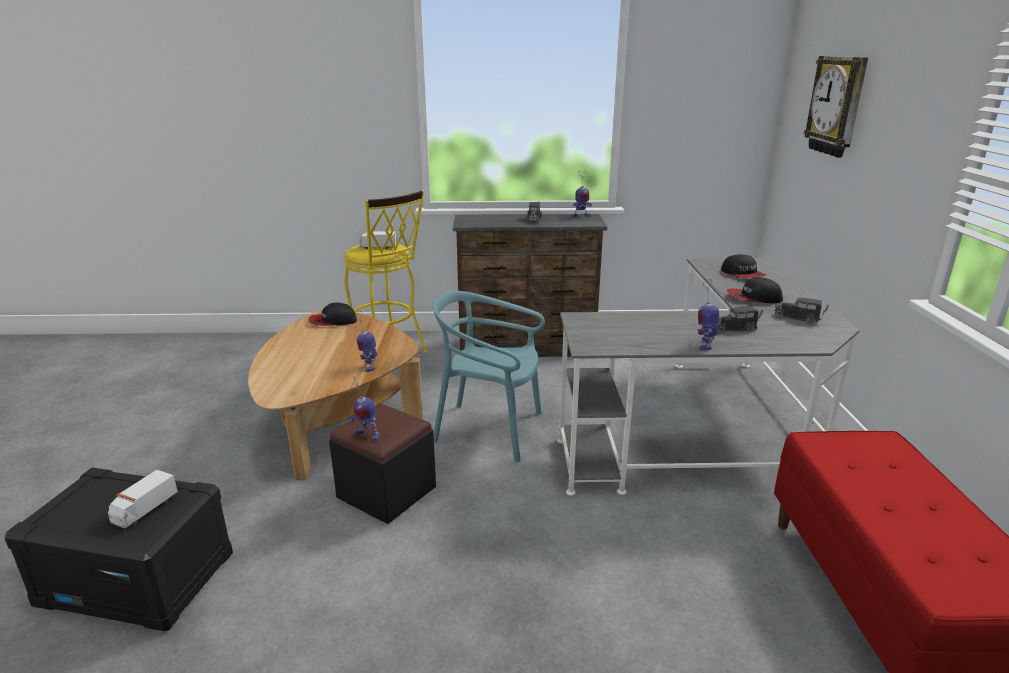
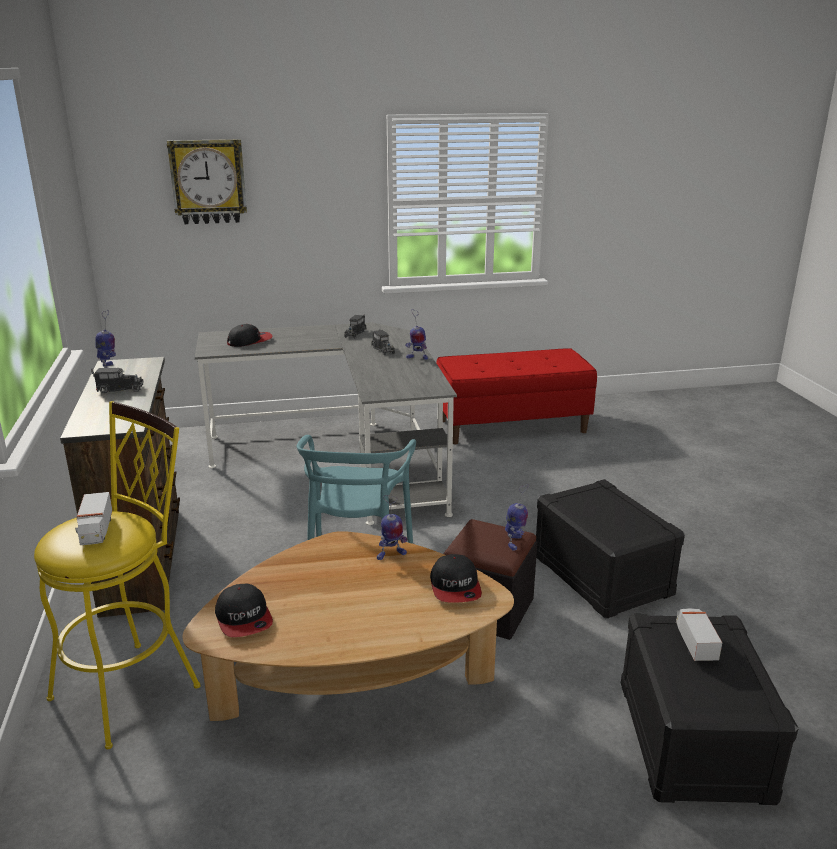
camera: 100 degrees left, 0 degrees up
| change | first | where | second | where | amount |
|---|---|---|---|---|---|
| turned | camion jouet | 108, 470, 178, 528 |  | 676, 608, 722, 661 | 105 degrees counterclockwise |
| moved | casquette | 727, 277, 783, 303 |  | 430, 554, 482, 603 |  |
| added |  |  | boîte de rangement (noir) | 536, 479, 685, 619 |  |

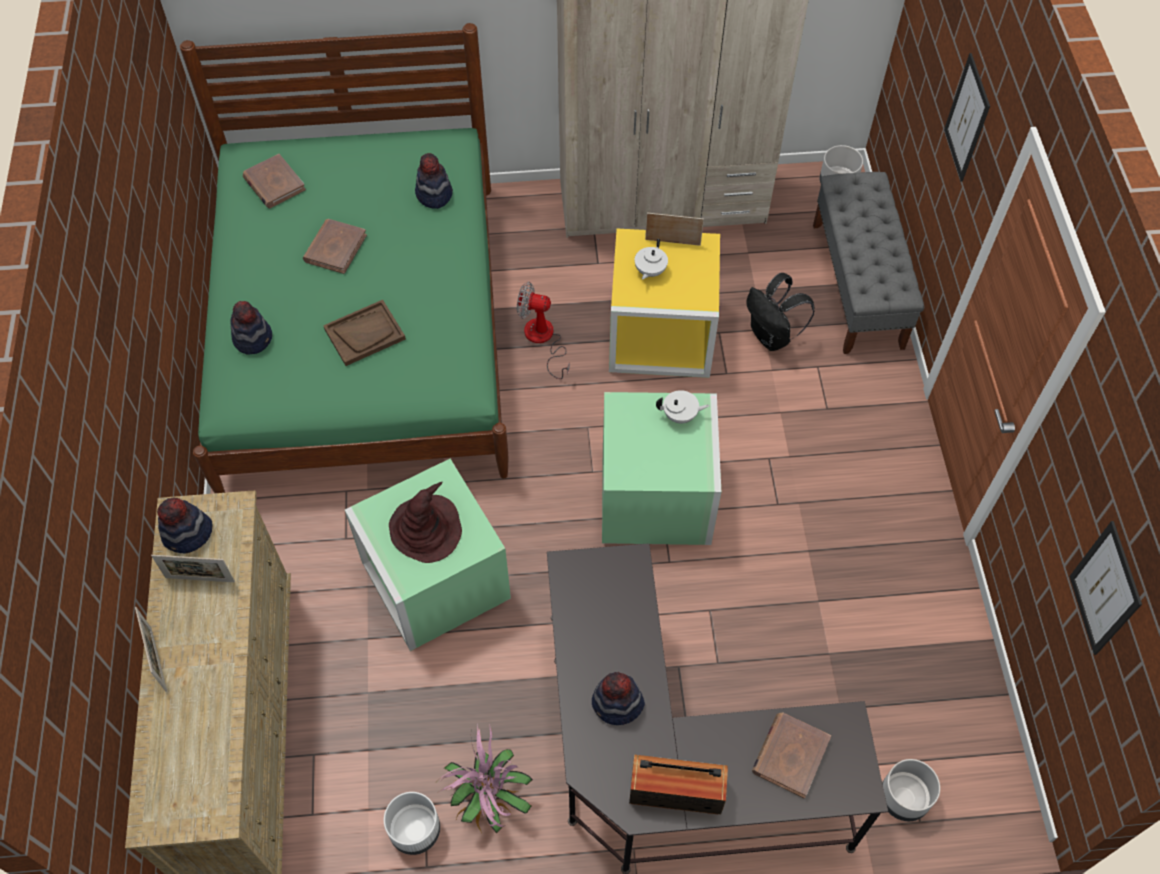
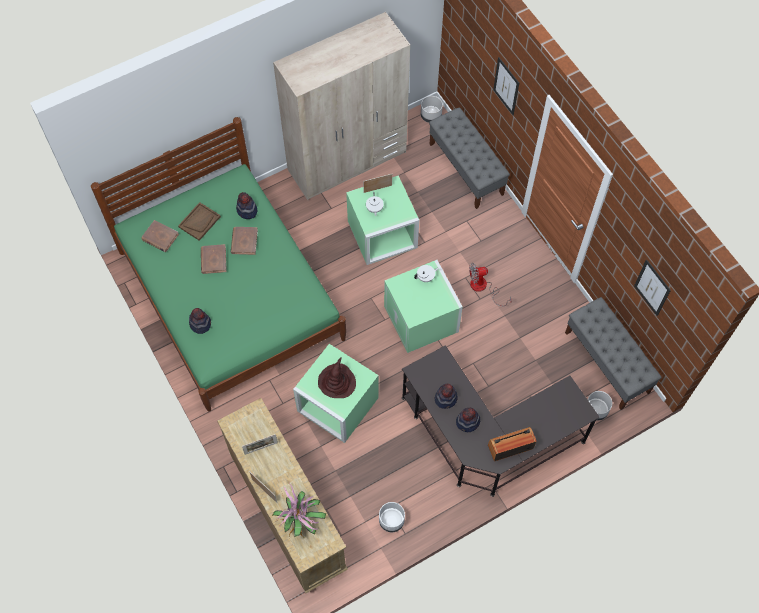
camera: 25 degrees left, 5 degrees up
| change | first | where | second | where | amount |
|---|---|---|---|---|---|
| moved | chapeau | 157, 498, 212, 553 |  | 435, 384, 458, 409 |  |
| moved | plateau (marron) | 323, 300, 406, 366 |  | 178, 202, 221, 241 |  |
| moved | plante en pot | 439, 724, 533, 834 |  | 272, 484, 326, 539 |  |
| moved | ventilateur | 517, 282, 570, 379 |  | 469, 263, 512, 306 |  |
| recoloured | boîte de rangement (jaune) | 609, 229, 720, 378 | boîte de rangement (vert) | 346, 175, 419, 265 |  |
| removed | sac à dos (noir) | 747, 273, 815, 351 |  |  |  |
| moved | livre (marron) | 752, 713, 831, 798 |  | 231, 227, 258, 255 |  |
| added |  |  | banc (gris) | 565, 297, 662, 410 |  |

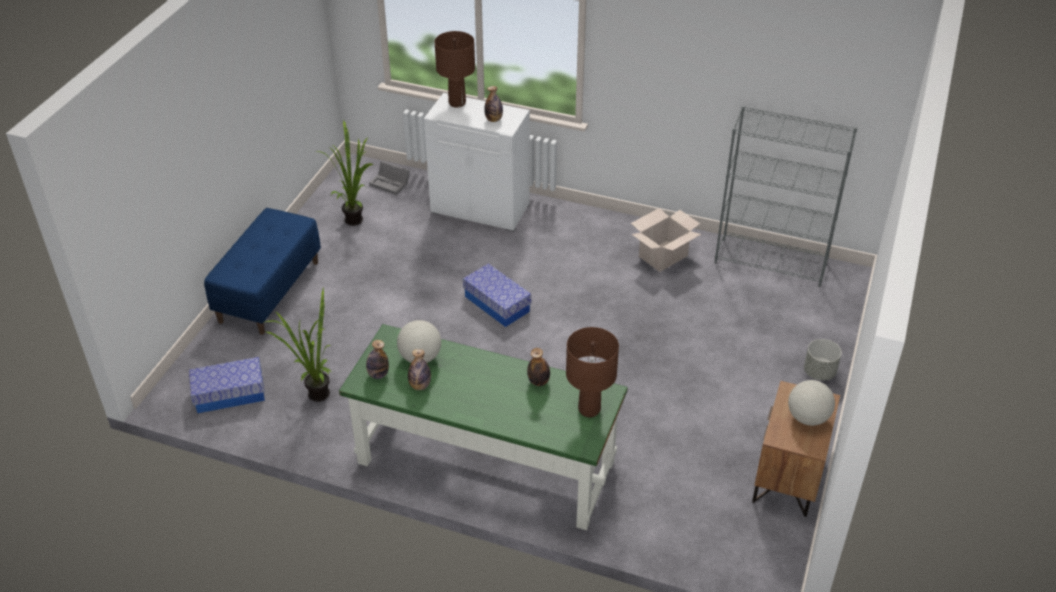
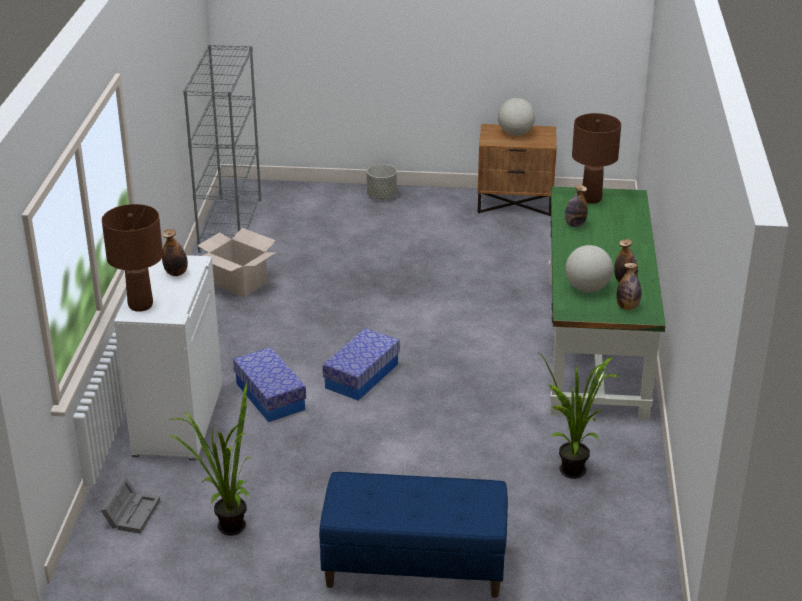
camera: 105 degrees left, 10 degrees down
| change | first | where | second | where | amount |
|---|---|---|---|---|---|
| moved | boîte de rangement | 189, 357, 265, 413 |  | 233, 347, 306, 422 |  |

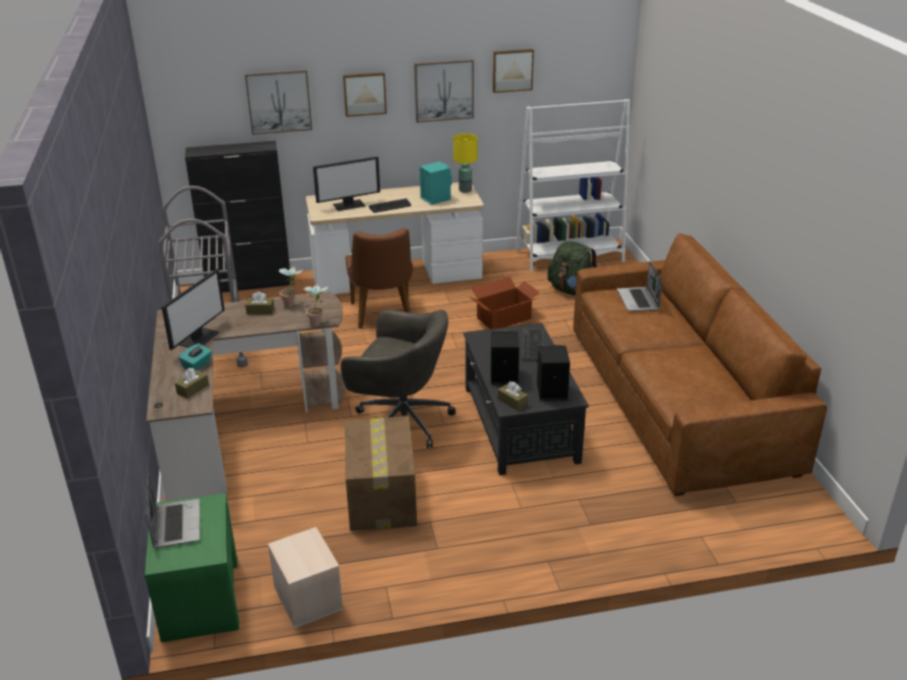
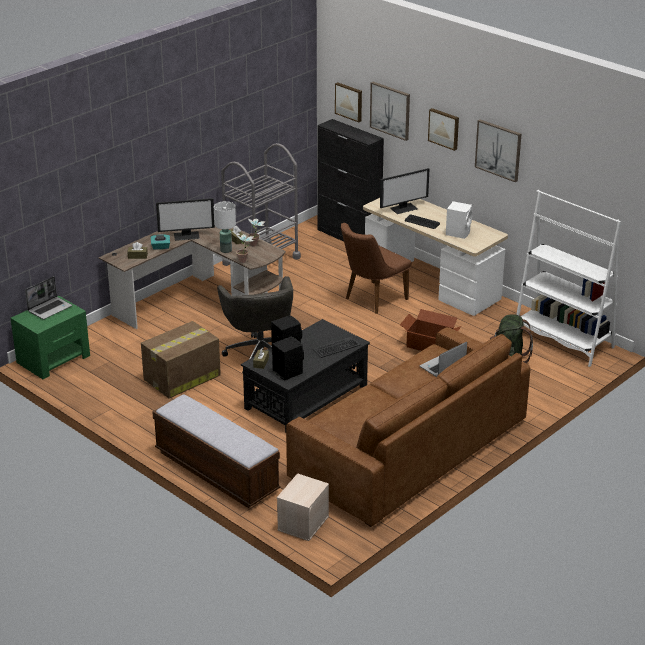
camera: 55 degrees right, 0 degrees up
| change | first | where | second | where | amount |
|---|---|---|---|---|---|
| moved | boîte de rangement (beige) | 268, 527, 343, 629 |  | 277, 473, 329, 541 |  |
| turned | écran d'ordinateur | 313, 156, 380, 211 |  | 380, 168, 429, 214 | 60 degrees counterclockwise |
| recoloured | enceinte (turquoise) | 420, 161, 452, 205 | enceinte (blanc) | 446, 201, 473, 239 |  |
| removed | lampe de table (jaune) | 453, 133, 478, 193 |  |  |  |
| moved | tableau | 493, 49, 534, 93 |  | 335, 82, 362, 122 |  |
| added |  |  | banc | 152, 395, 280, 508 |  |
| added |  |  | lampe de table (blanc) | 214, 201, 236, 253 |  |

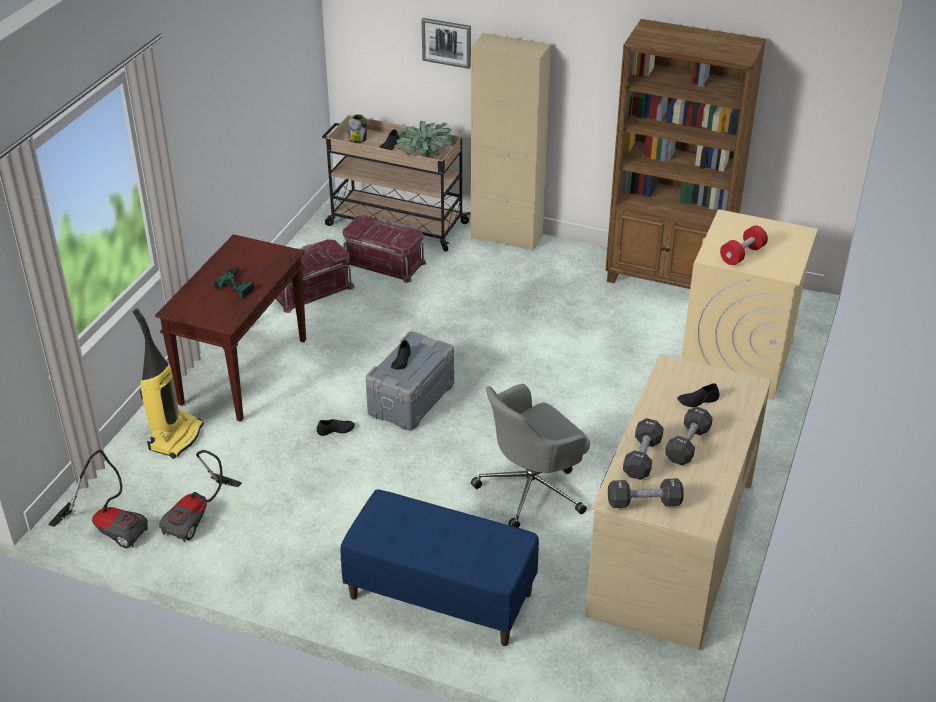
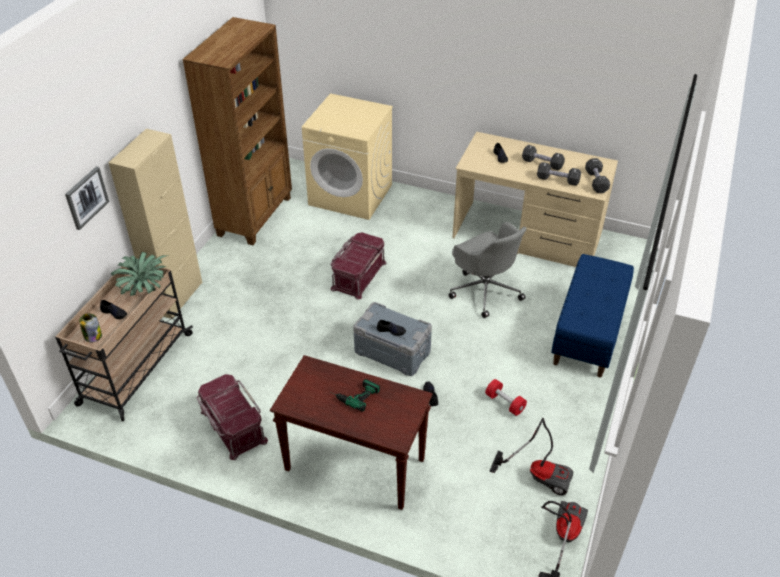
camera: 90 degrees left, 5 degrees up
| change | first | where | second | where | amount |
|---|---|---|---|---|---|
| removed | aspirateur | 133, 308, 204, 459 |  |  |  |
| moved | boîte de rangement (rouge) | 343, 215, 427, 283 |  | 330, 232, 387, 300 |  |
| moved | haltère (rouge) | 720, 225, 768, 265 |  | 485, 379, 527, 416 |  |

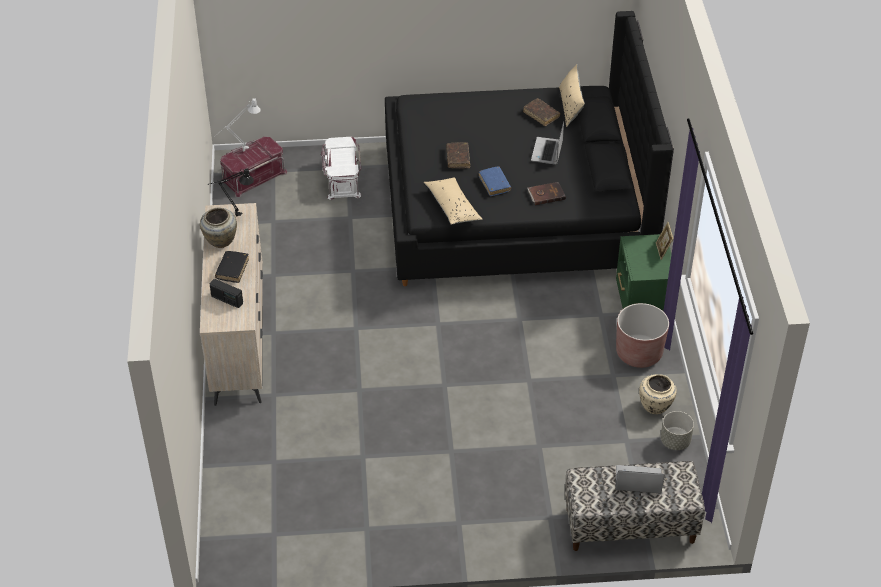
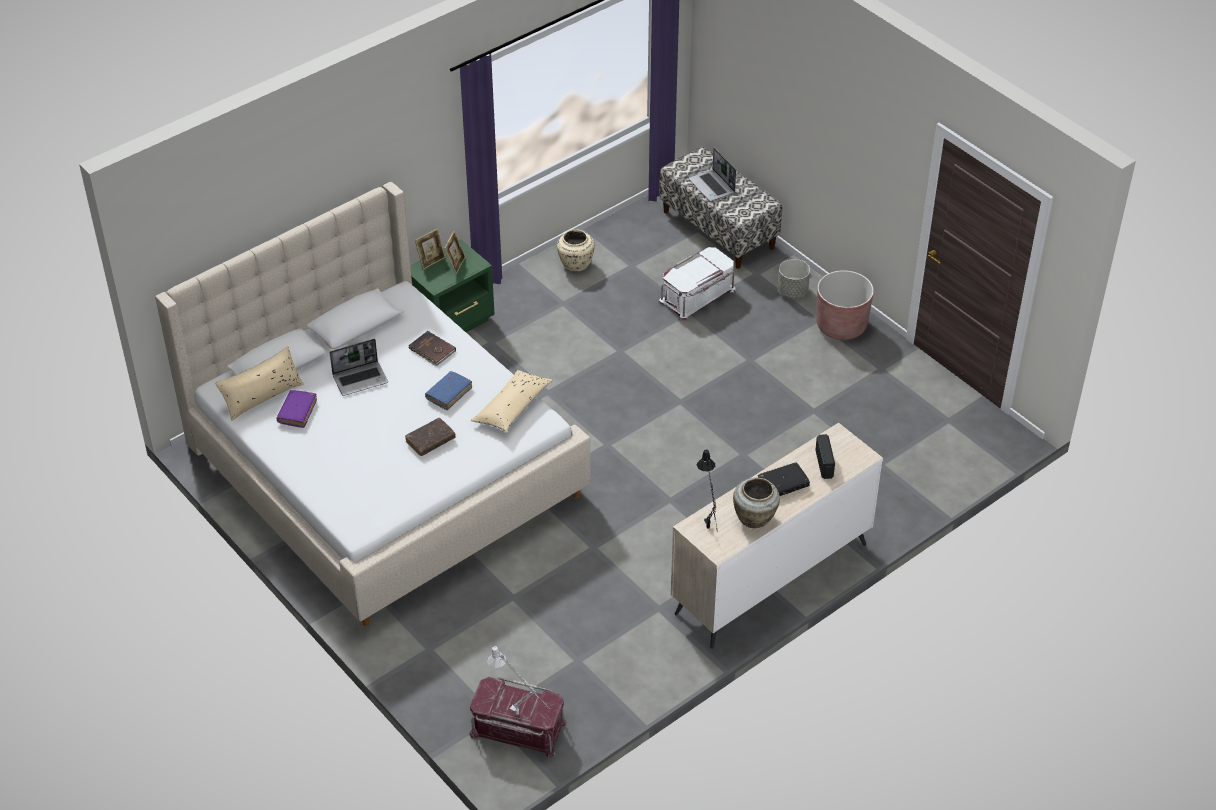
camera: 125 degrees left, 0 degrees up
| change | first | where | second | where | amount |
|---|---|---|---|---|---|
| moved | boîte de rangement (blanc) | 321, 137, 361, 200 |  | 659, 247, 736, 321 |  |
| recoloured | lit (noir) | 385, 11, 674, 286 | lit (beige) | 155, 182, 591, 626 |  |
| recoloured | livre (marron) | 523, 98, 560, 126 | livre (violet) | 276, 390, 317, 428 |  |
| moved | cache-pot (marron) | 616, 303, 669, 368 |  | 816, 270, 874, 340 |  |
| moved | cache-pot (gris) | 661, 411, 694, 450 |  | 778, 259, 810, 298 |  |
| added |  |  | cadre photo | 444, 231, 466, 274 |  |

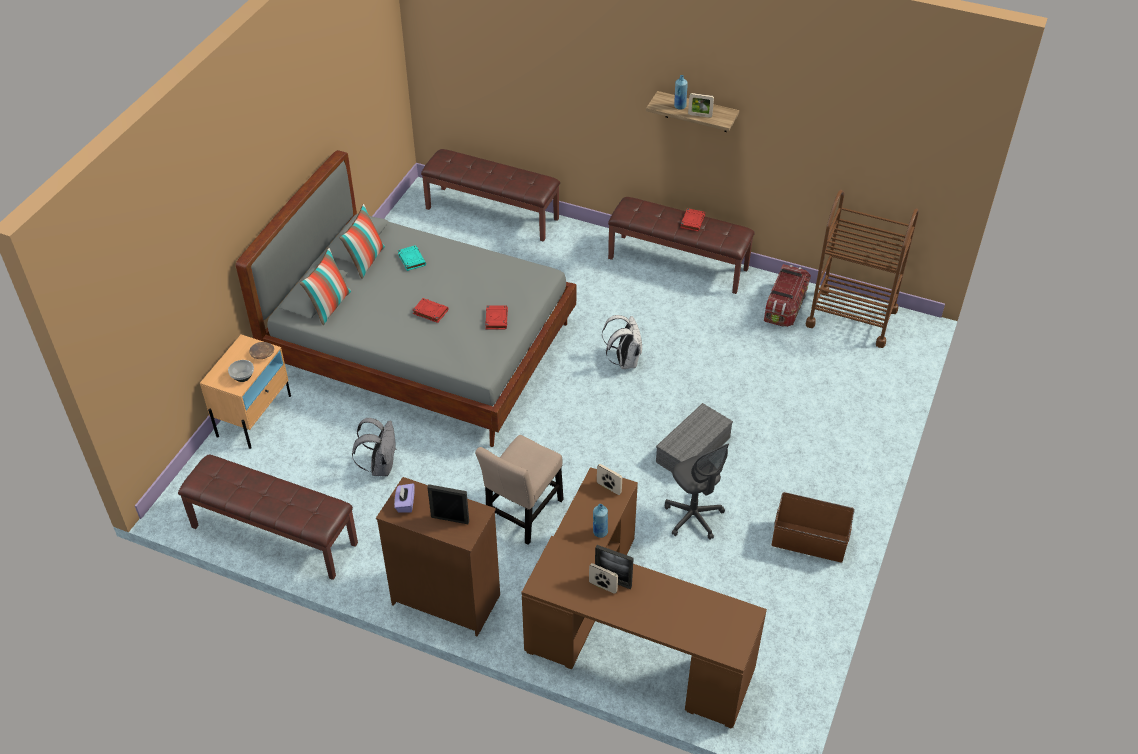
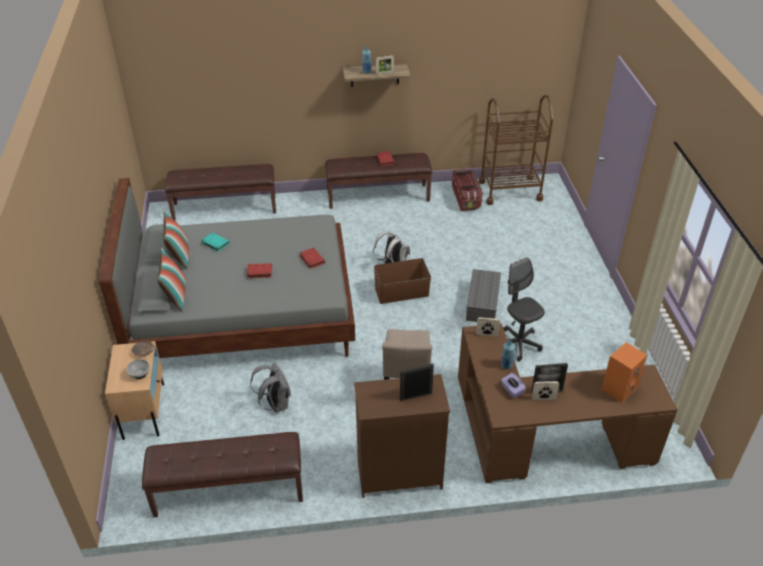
camera: 30 degrees left, 5 degrees down
| change | first | where | second | where | amount |
|---|---|---|---|---|---|
| moved | boîte à mouchoirs (violet) | 394, 483, 415, 513 |  | 501, 373, 526, 398 |  |
| turned | chaise de bureau (gris) | 664, 443, 729, 540 |  | 504, 258, 545, 362 | 150 degrees counterclockwise |
| moved | boîte de rangement (marron) | 772, 492, 855, 563 |  | 374, 258, 431, 304 |  |
| added |  |  | enceinte (orange) | 601, 342, 647, 403 |  |

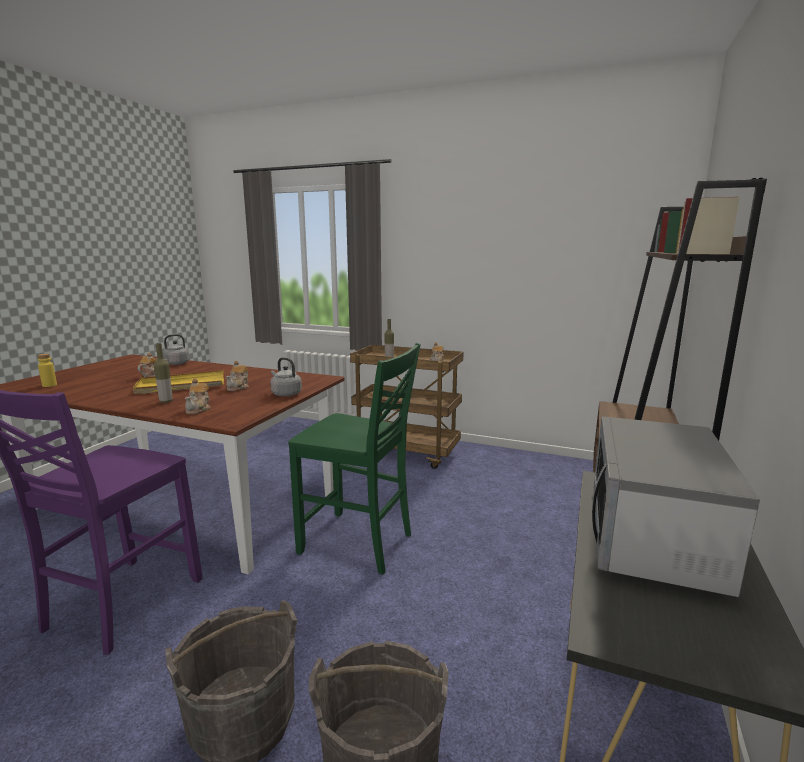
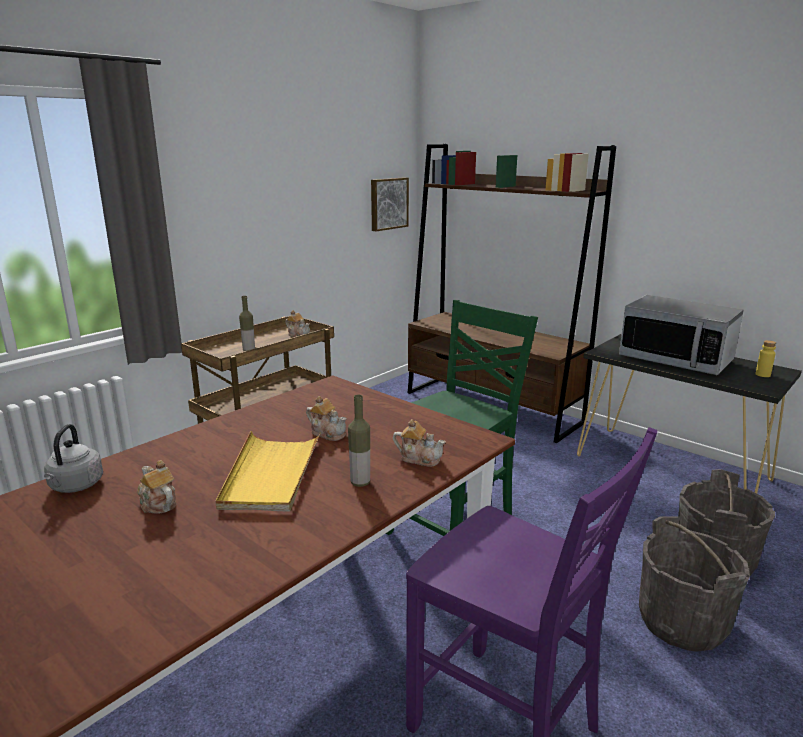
camera: 70 degrees left, 5 degrees up
| change | first | where | second | where | amount |
|---|---|---|---|---|---|
| moved | bouteille (jaune) | 37, 354, 57, 387 |  | 756, 340, 776, 377 |  |
| removed | bouilloire (gris) | 270, 357, 302, 397 |  |  |  |
| added |  |  | tableau | 371, 177, 409, 231 |  |

